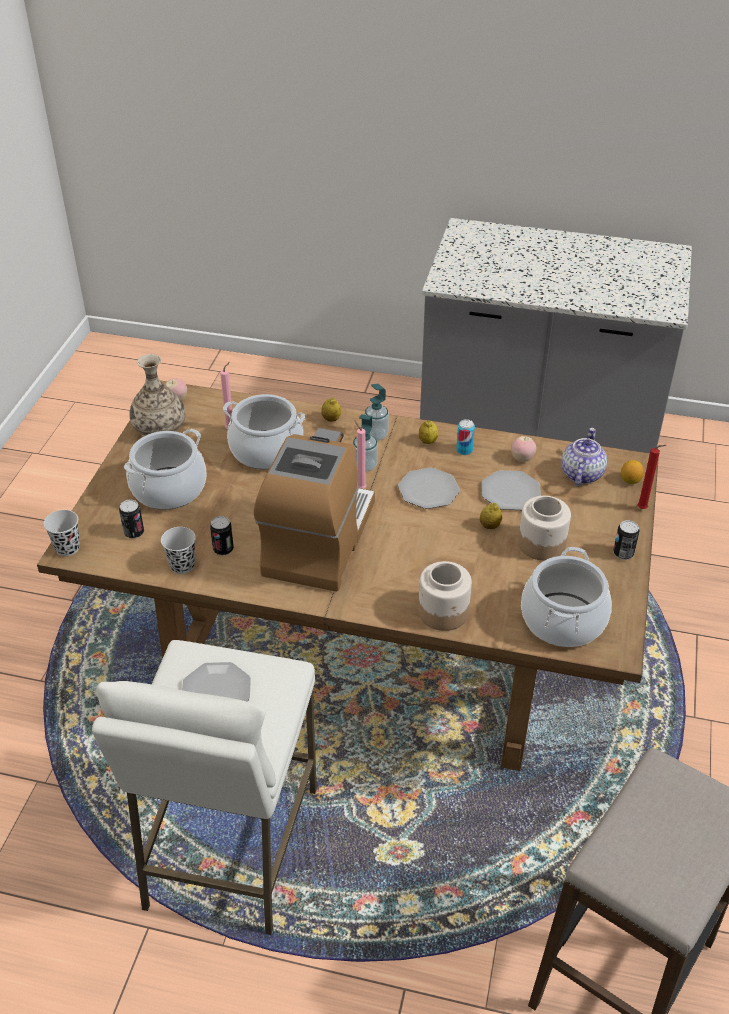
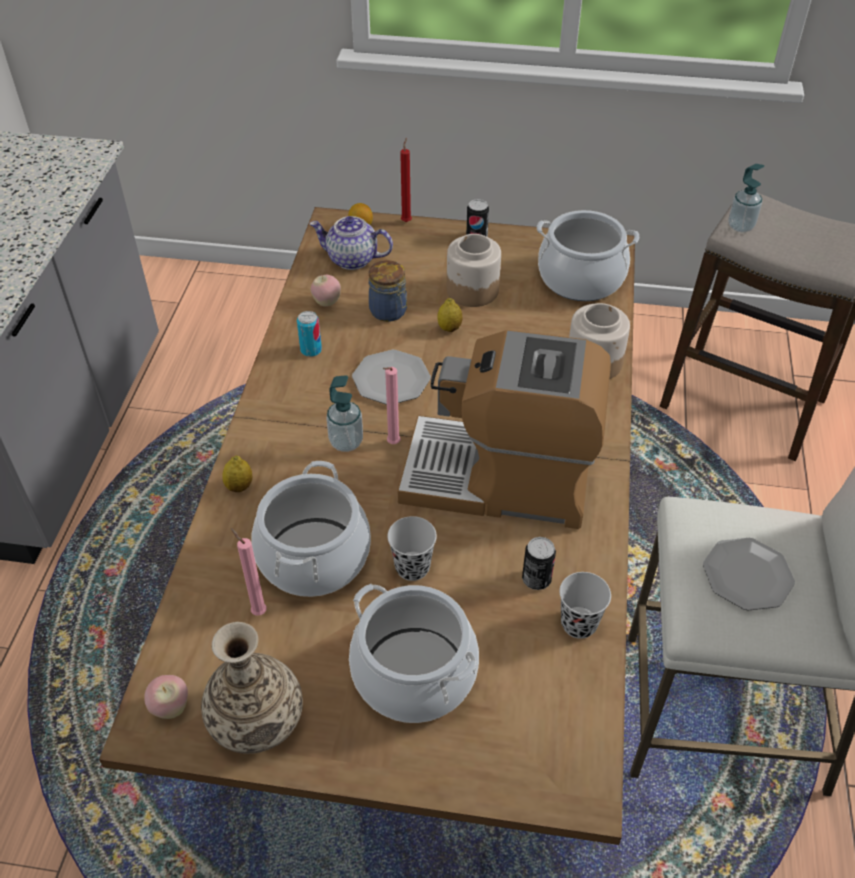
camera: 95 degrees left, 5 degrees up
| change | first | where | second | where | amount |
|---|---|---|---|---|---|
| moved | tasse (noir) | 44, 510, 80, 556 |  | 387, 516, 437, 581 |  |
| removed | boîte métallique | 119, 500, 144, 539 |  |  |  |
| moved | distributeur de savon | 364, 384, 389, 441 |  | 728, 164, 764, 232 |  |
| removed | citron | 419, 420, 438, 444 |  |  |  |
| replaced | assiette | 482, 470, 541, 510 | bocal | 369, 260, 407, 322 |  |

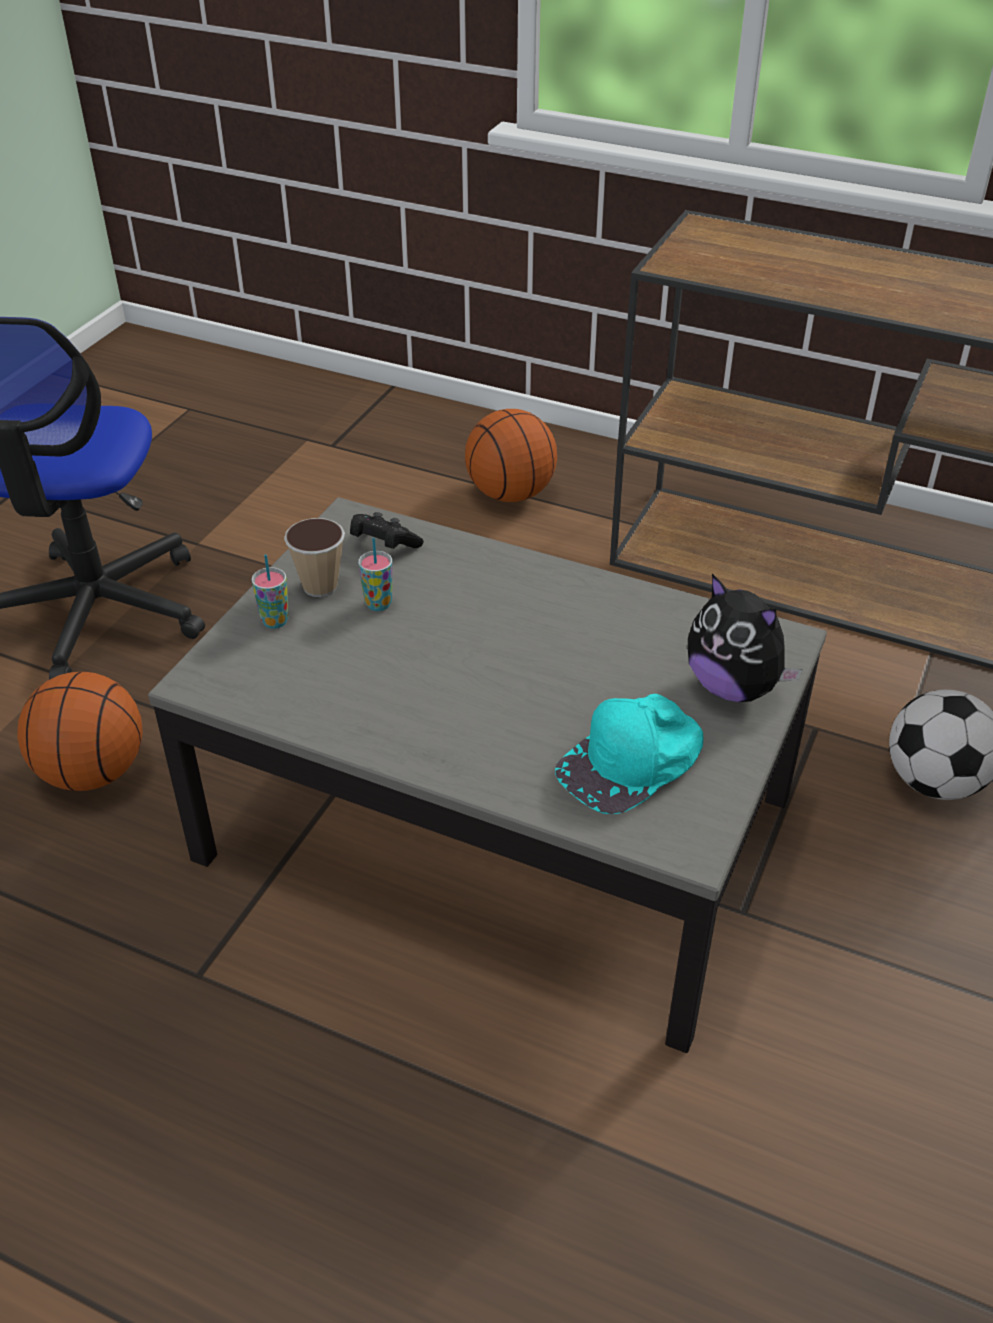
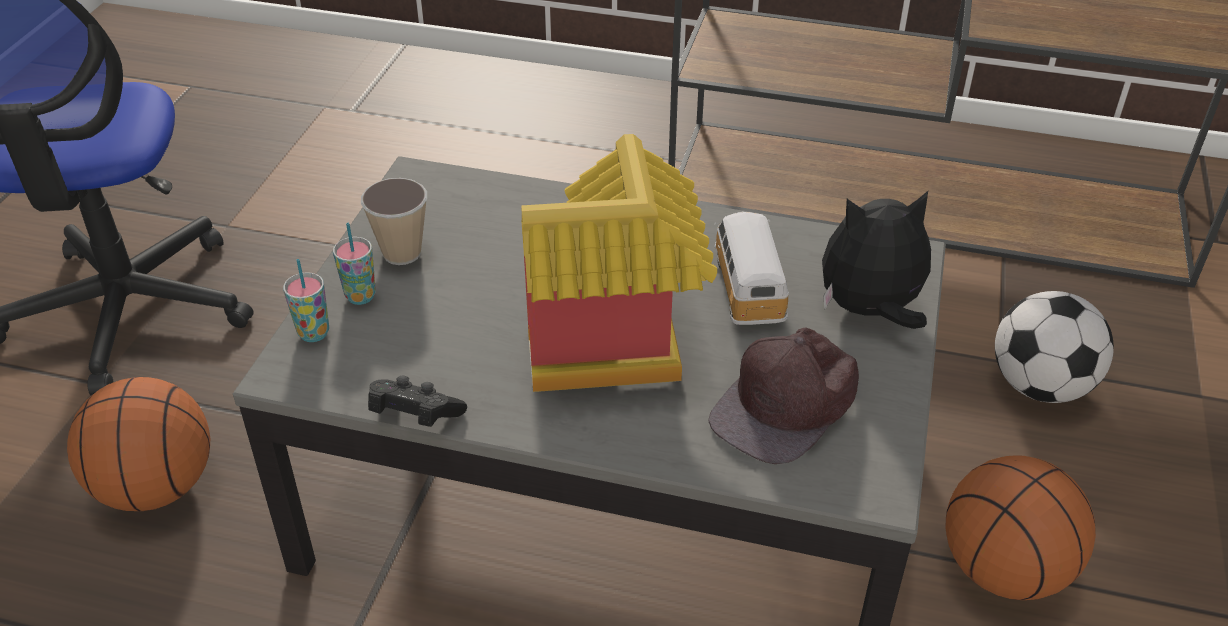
camera: 10 degrees left, 0 degrees up
| change | first | where | second | where | amount |
|---|---|---|---|---|---|
| moved | manette (noir) | 350, 512, 424, 549 |  | 368, 375, 467, 427 |  |
| moved | tasse | 358, 538, 392, 611 |  | 283, 259, 329, 342 |  |
| moved | ballon de basket | 465, 409, 557, 502 |  | 946, 455, 1096, 600 |  |
| recoloured | casquette (turquoise) | 555, 694, 703, 814 | casquette (marron) | 708, 327, 859, 464 |  |
| turned | peluche | 688, 574, 803, 702 |  | 822, 191, 931, 329 | 135 degrees clockwise |
| added |  |  | maison miniature | 521, 134, 717, 392 |  |
| added |  |  | petite voiture | 714, 212, 789, 325 |  |

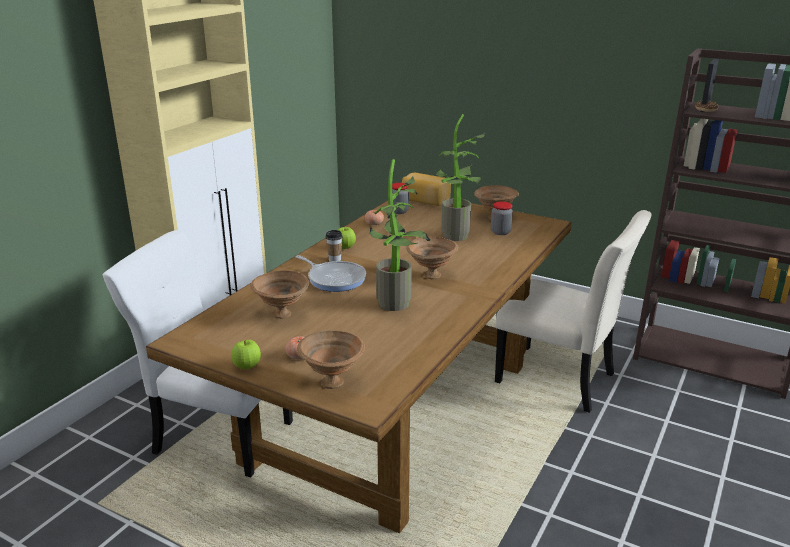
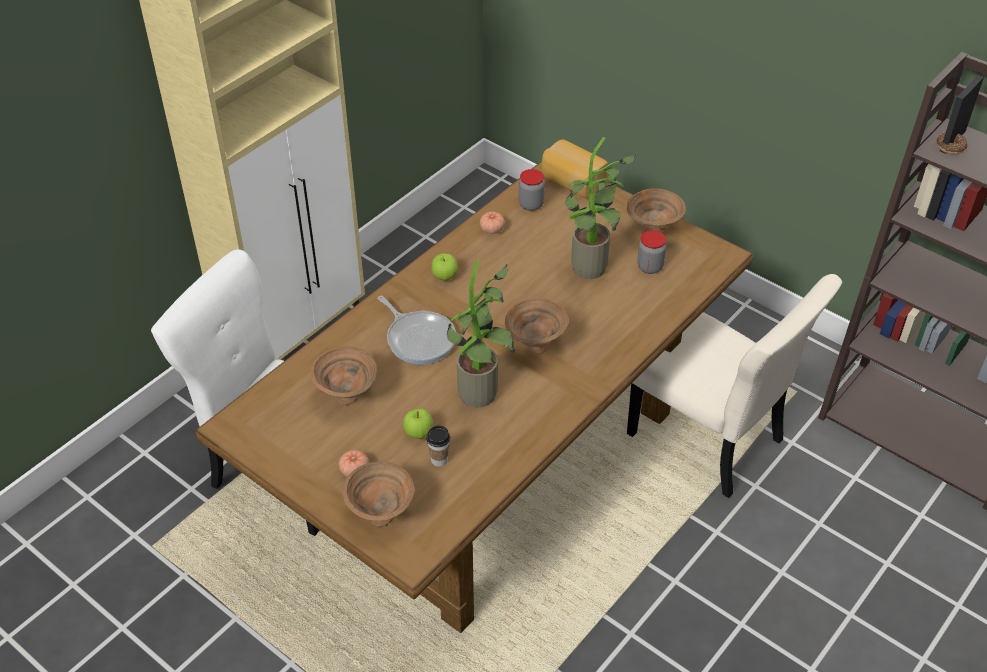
camera: 10 degrees right, 20 degrees up
| change | first | where | second | where | amount |
|---|---|---|---|---|---|
| moved | pomme | 231, 340, 261, 369 |  | 403, 408, 433, 439 |  |
| moved | tasse | 325, 230, 343, 262 |  | 426, 426, 450, 467 |  |

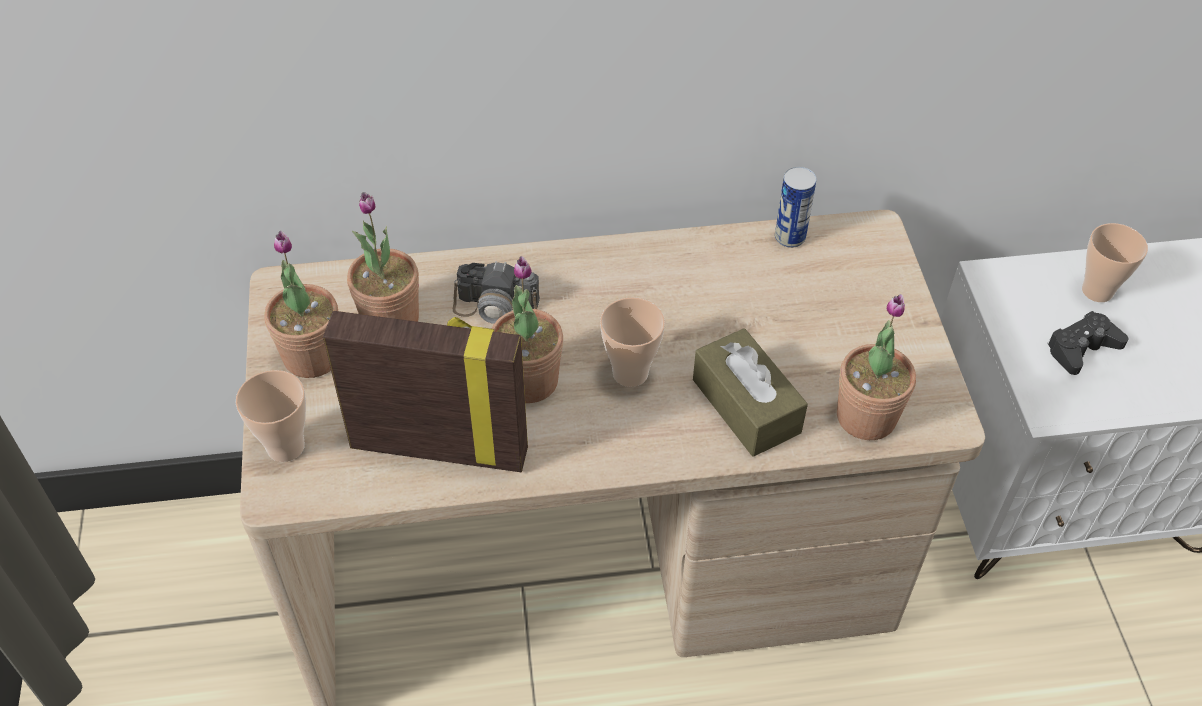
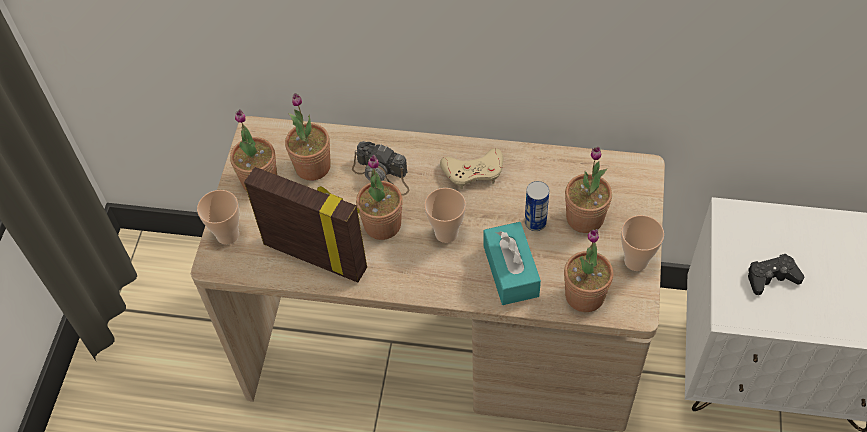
camera: 20 degrees right, 5 degrees up
| change | first | where | second | where | amount |
|---|---|---|---|---|---|
| recoloured | boîte à mouchoirs (marron) | 693, 328, 808, 457 | boîte à mouchoirs (turquoise) | 484, 222, 541, 305 |  |
| moved | boîte métallique | 775, 167, 817, 248 |  | 525, 181, 549, 231 |  |
| moved | tasse | 1082, 223, 1148, 302 |  | 621, 215, 664, 271 |  |
| added |  |  | manette (beige) | 440, 148, 503, 189 |  |
| added |  |  | plante en pot | 565, 147, 612, 233 |  |

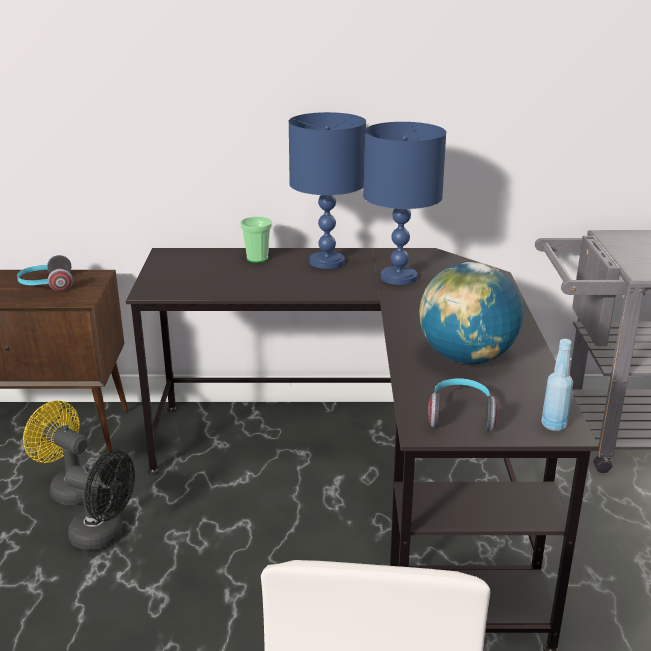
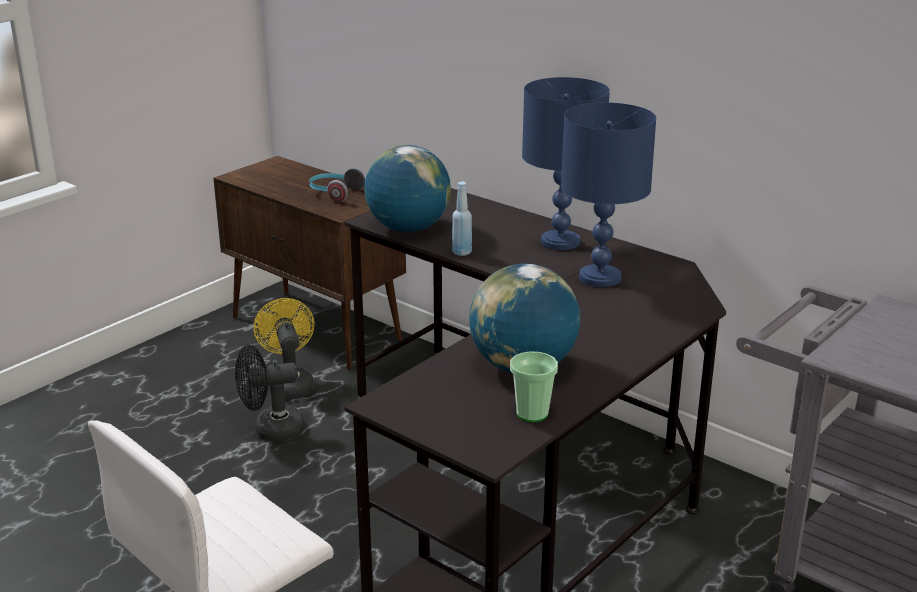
camera: 40 degrees right, 0 degrees up
| change | first | where | second | where | amount |
|---|---|---|---|---|---|
| turned | ventilateur (noir) | 65, 450, 135, 550 |  | 235, 345, 305, 441 | 105 degrees clockwise |
| moved | tasse | 240, 217, 272, 263 |  | 510, 351, 558, 422 |  |
| removed | casque audio | 428, 378, 498, 431 |  |  |  |
| moved | bouteille (bleu) | 541, 339, 573, 431 |  | 452, 182, 472, 256 |  |
| added |  |  | globe | 364, 145, 451, 232 |  |

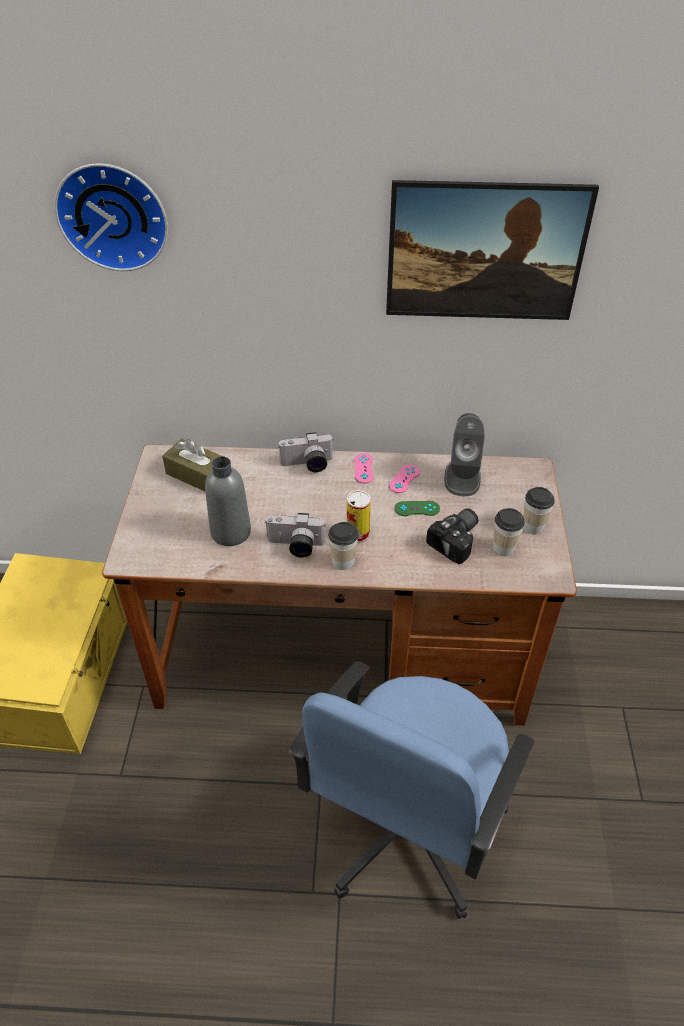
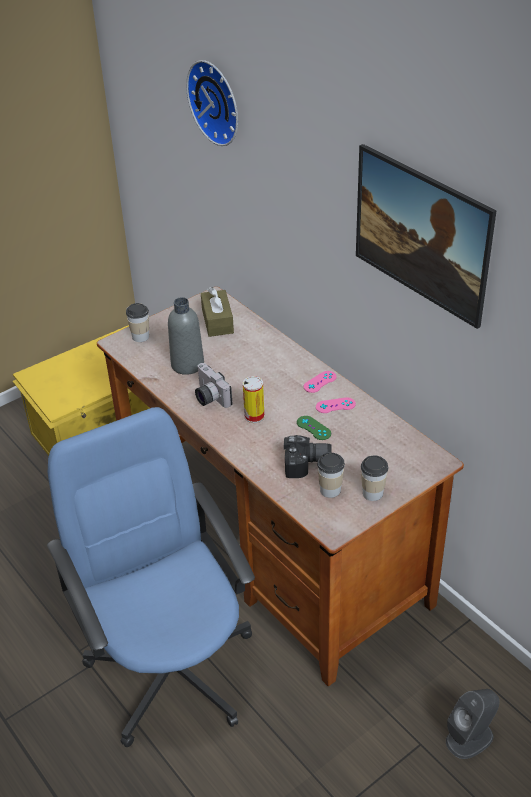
camera: 50 degrees right, 5 degrees down
| change | first | where | second | where | amount |
|---|---|---|---|---|---|
| removed | appareil photo | 278, 432, 334, 472 |  |  |  |
| turned | chaise de bureau (bleu) | 289, 661, 535, 919 |  | 47, 407, 255, 747 | 75 degrees clockwise |
| moved | tasse | 328, 522, 358, 570 |  | 126, 303, 149, 342 |  |
| moved | enceinte (gris) | 444, 413, 485, 496 |  | 446, 689, 499, 759 |  |

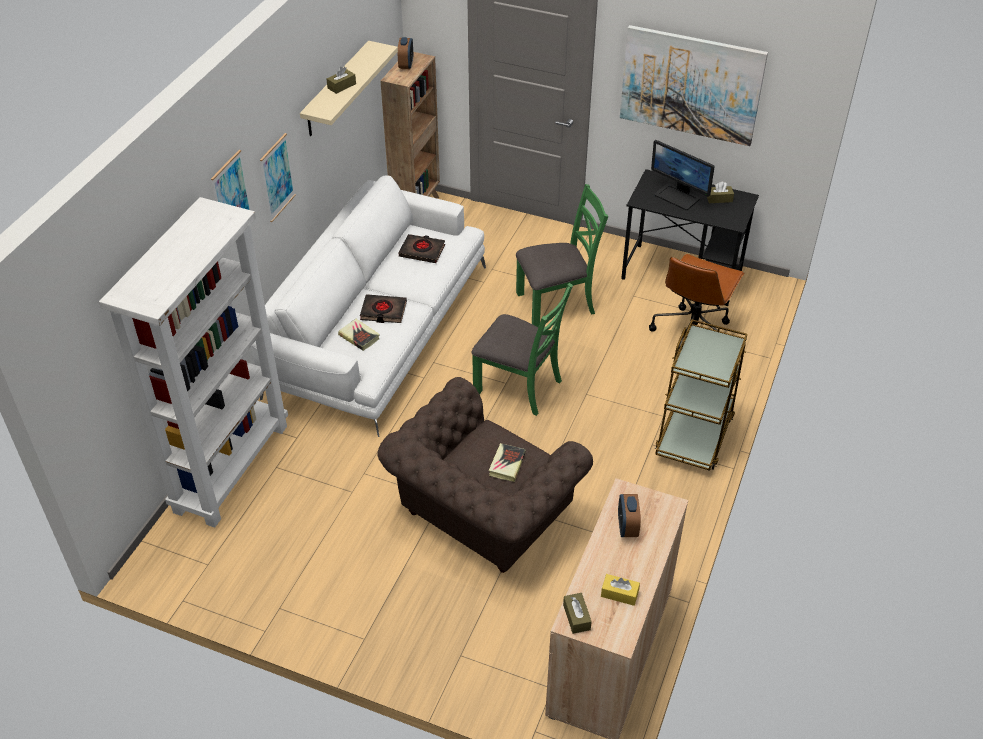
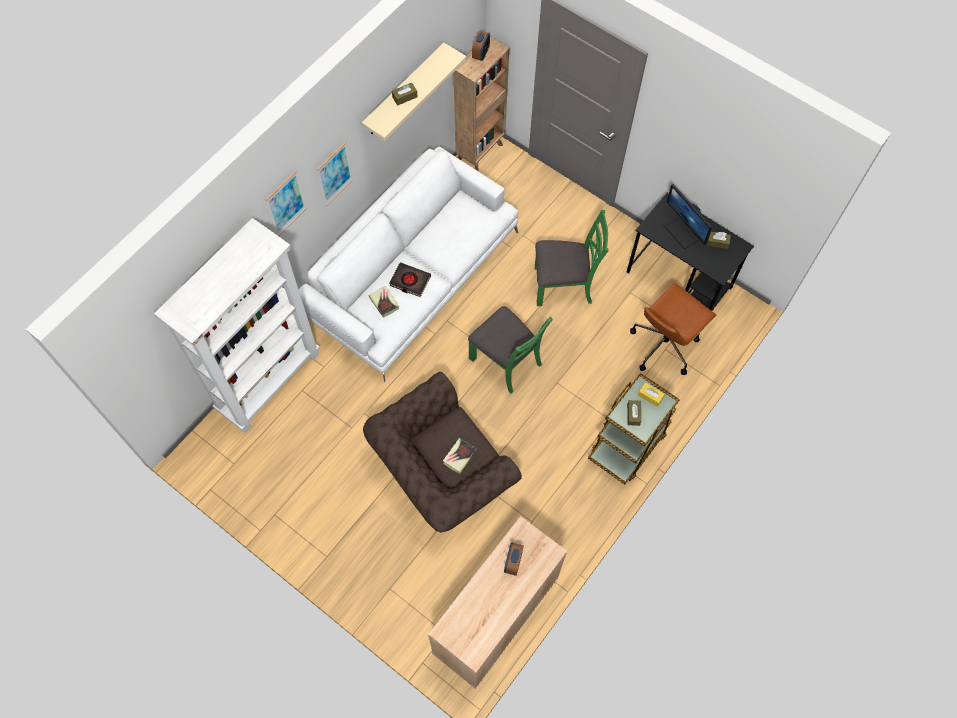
camera: 15 degrees right, 20 degrees up
| change | first | where | second | where | amount |
|---|---|---|---|---|---|
| removed | livre (noir) | 398, 234, 445, 263 |  |  |  |
| moved | boîte à mouchoirs (marron) | 563, 593, 592, 634 |  | 627, 400, 641, 426 |  |
| moved | boîte à mouchoirs (jaune) | 601, 574, 640, 606 |  | 638, 382, 665, 407 |  |
| removed | tableau | 620, 25, 768, 146 |  |  |  |

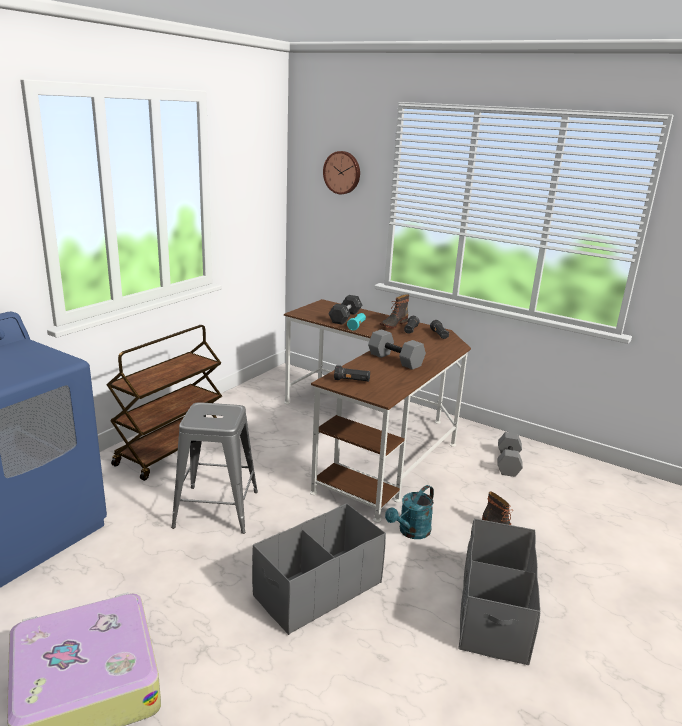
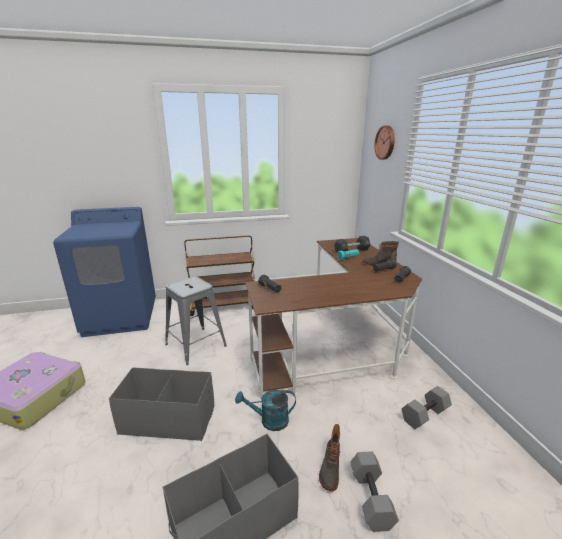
camera: 45 degrees right, 0 degrees up
| change | first | where | second | where | amount |
|---|---|---|---|---|---|
| moved | haltère (gris) | 368, 329, 426, 370 |  | 350, 451, 399, 532 |  |

